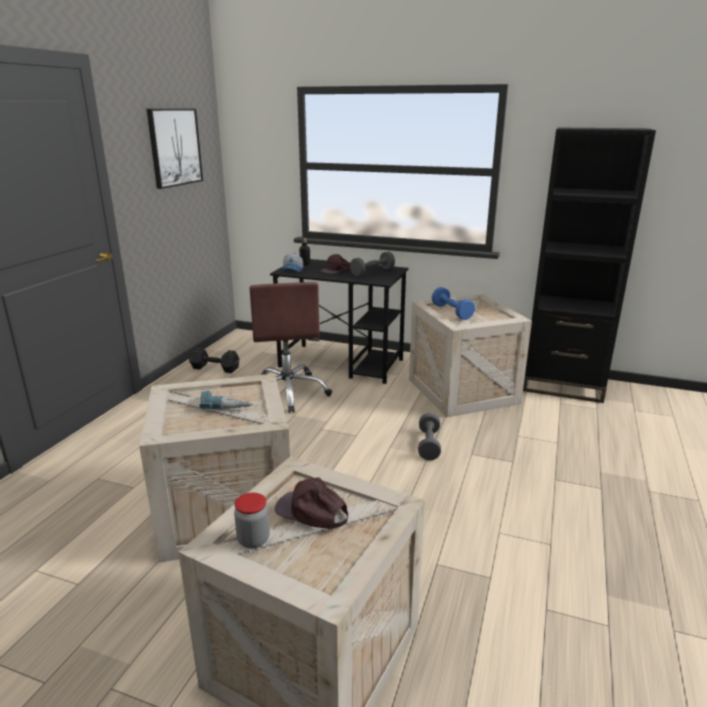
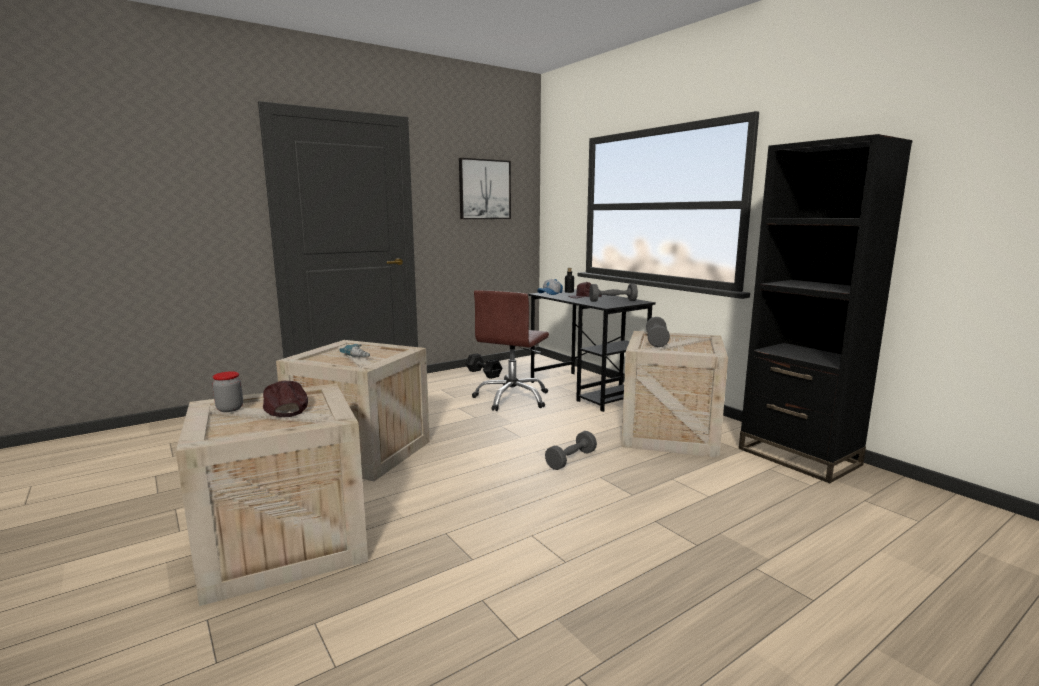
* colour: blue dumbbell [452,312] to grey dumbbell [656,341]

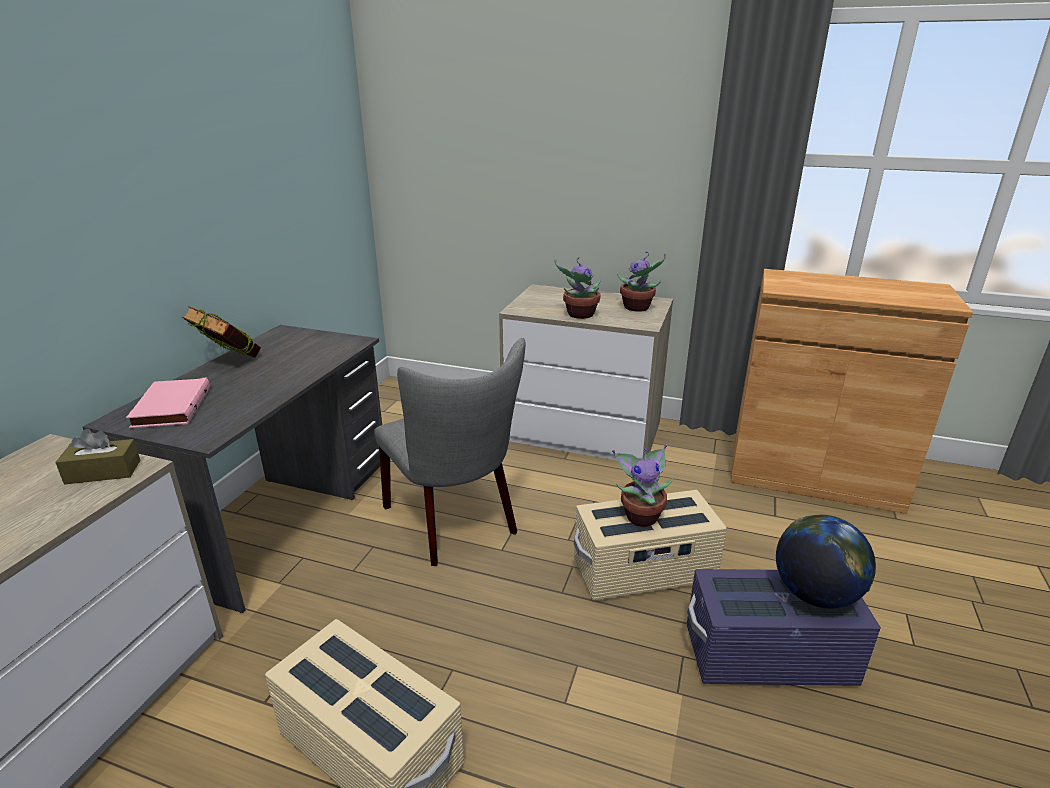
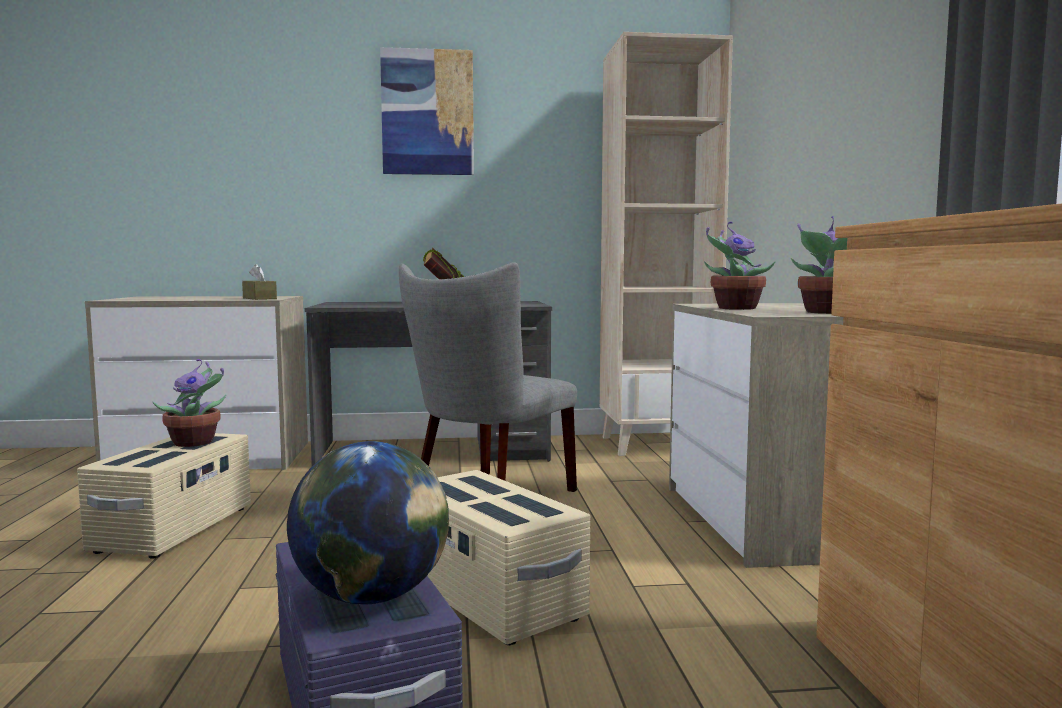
* missing: pink book [170,407]
* relocated: potted plant [641,515] to [196,443]
* appeared: picture [427,112]
* appeared: beige bookcase [657,444]

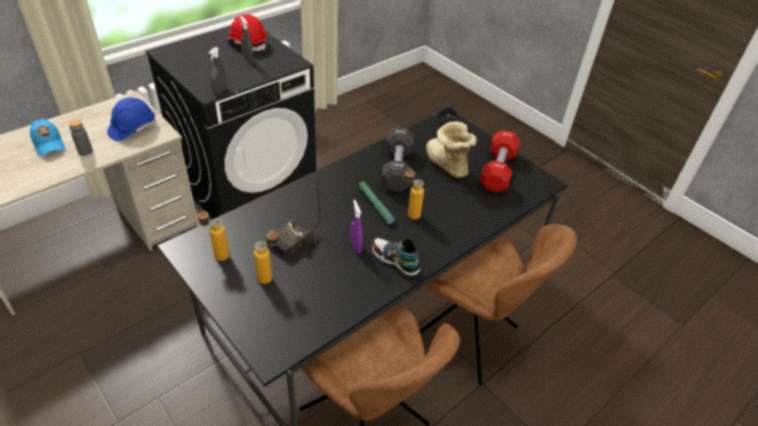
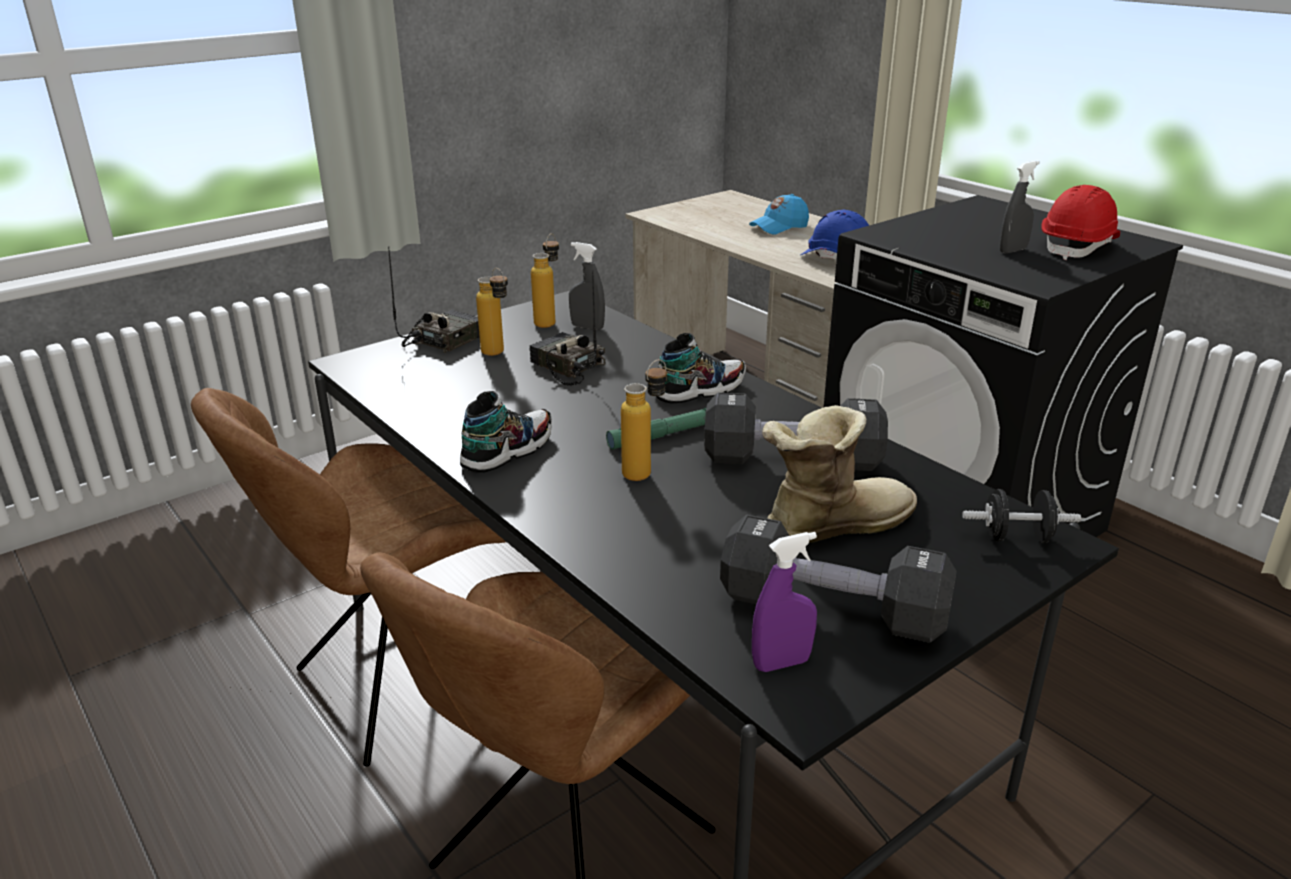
* missing: grey bottle [85,151]
* relocated: grey spray bottle [220,91] to [587,327]
* relocated: purple spray bottle [355,246] to [781,663]
* colour: red dumbbell [497,171] to black dumbbell [832,610]
* appeared: radio [443,340]
* appeared: shoe [699,390]

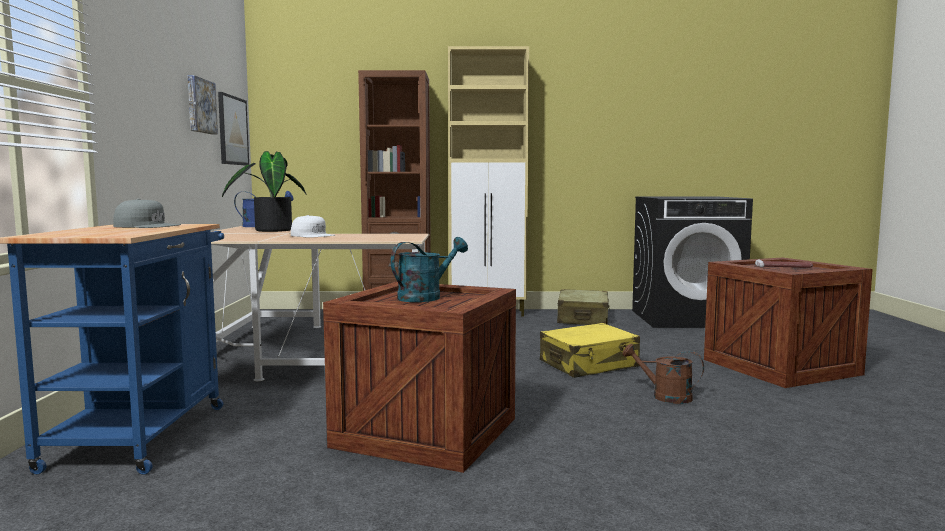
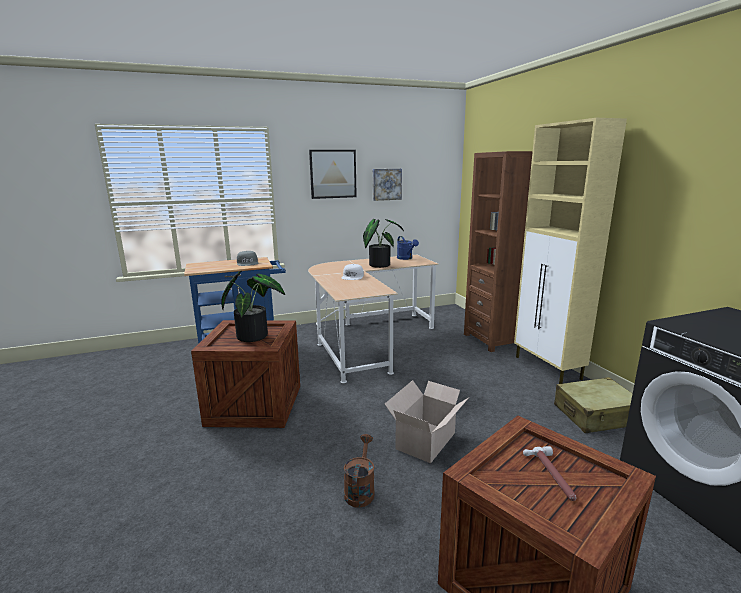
* relocated: picture [232,130] to [333,174]
* exchanged: turquoise watering can [426,297] to potted plant [255,335]
* exchanged: yellow suitcase [589,364] to cardboard box [427,440]

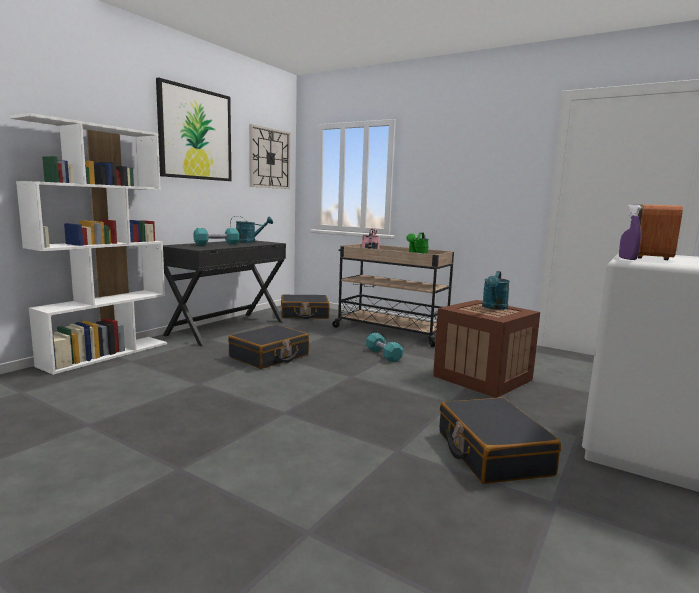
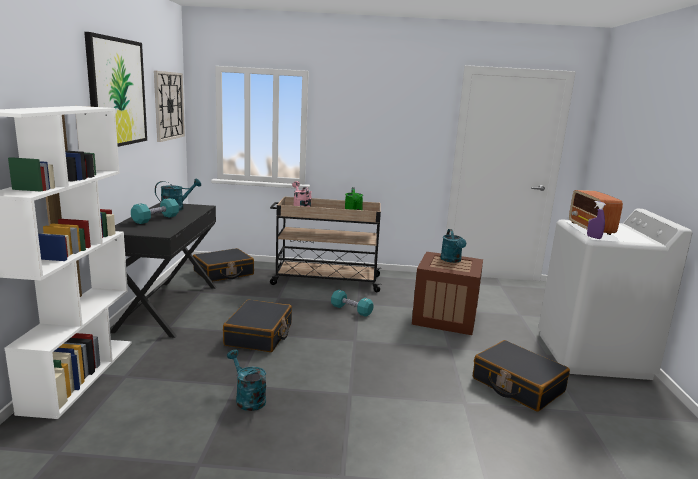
* appeared: turquoise watering can [247,398]

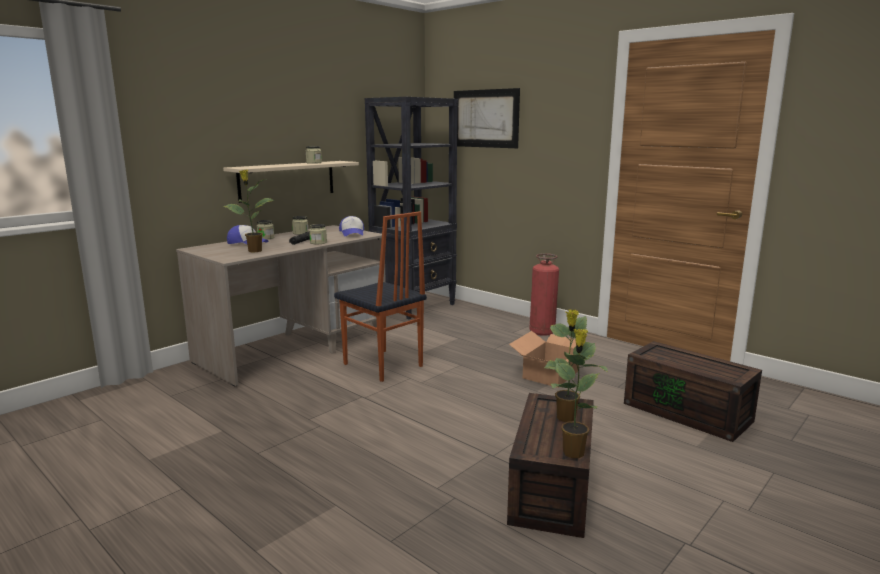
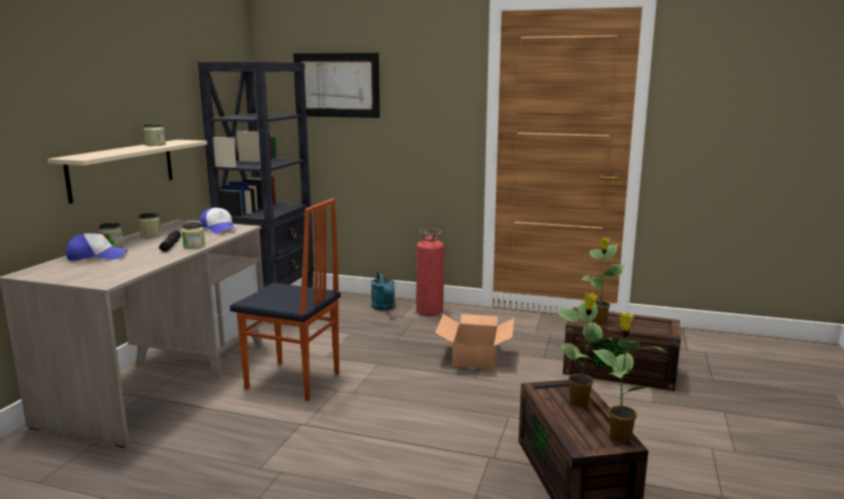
* relocated: potted plant [254,251] to [599,322]
* appeared: turquoise watering can [384,308]

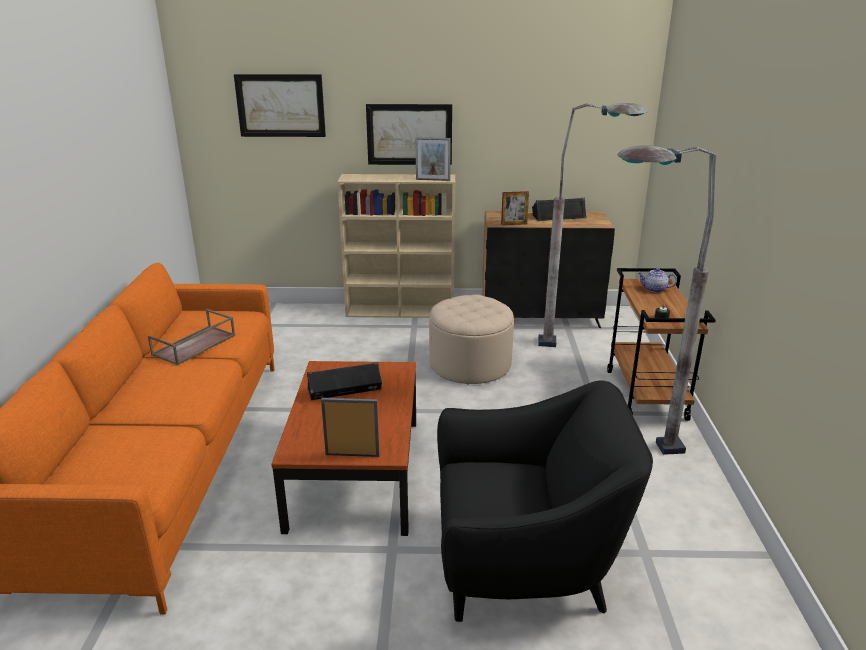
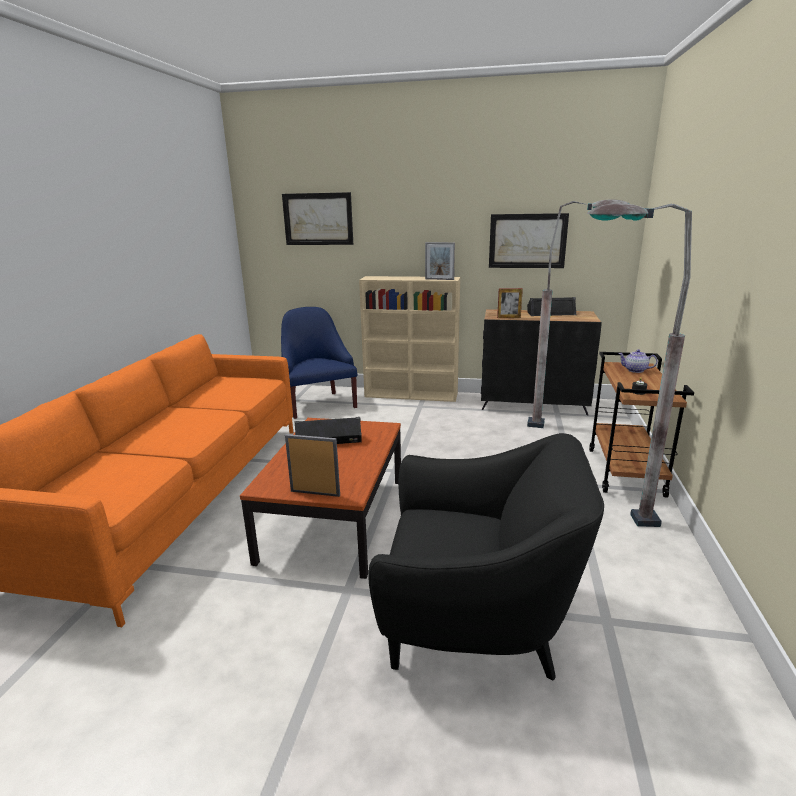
* missing: brown tray [194,345]
* relocated: picture [409,134] to [527,241]
* missing: beige ottoman [470,364]
* appeared: blue armchair [319,404]

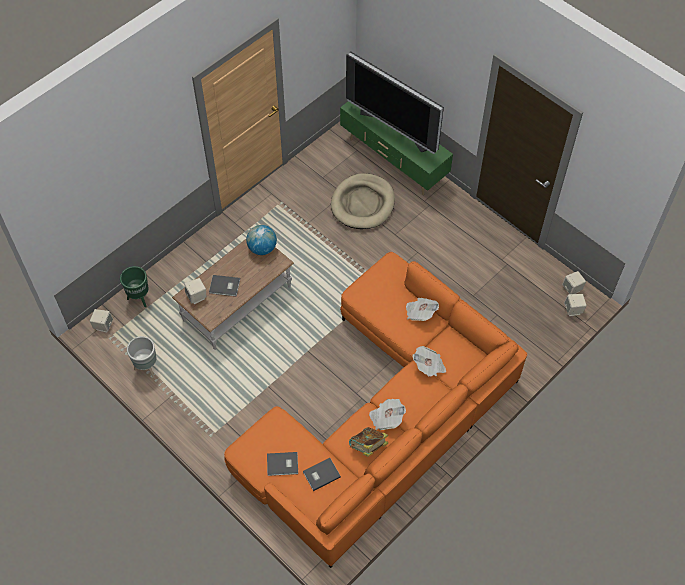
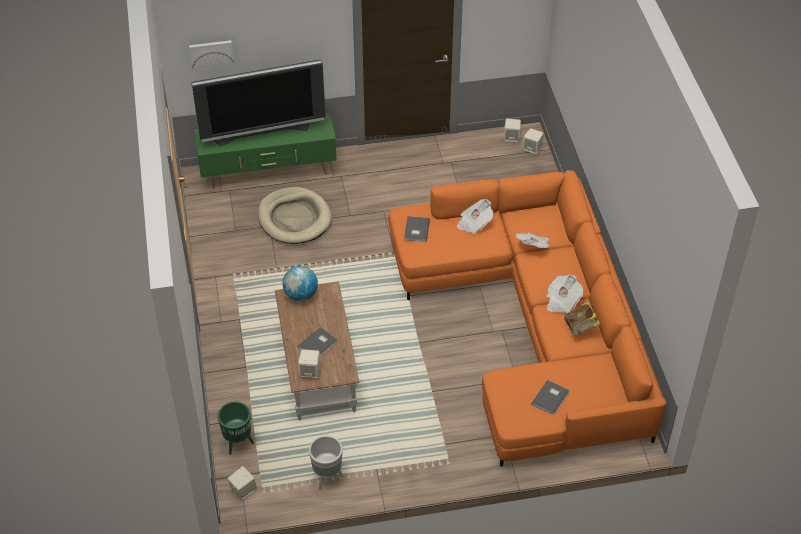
* relocated: grey book [320,474] to [416,230]
* appeared: picture [211,53]

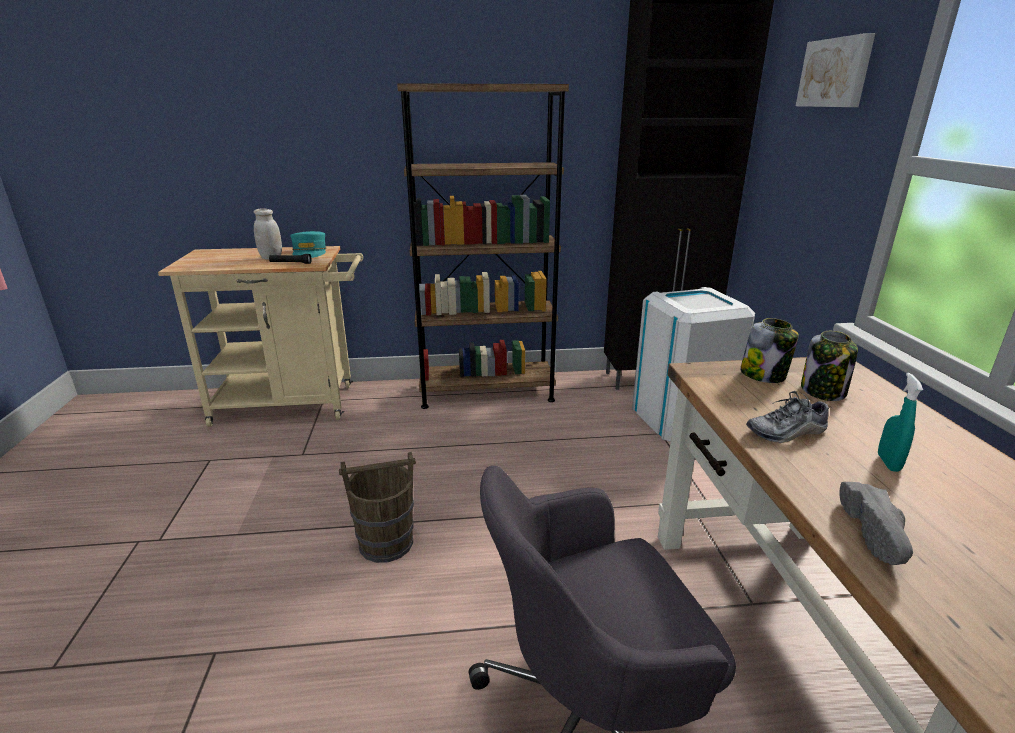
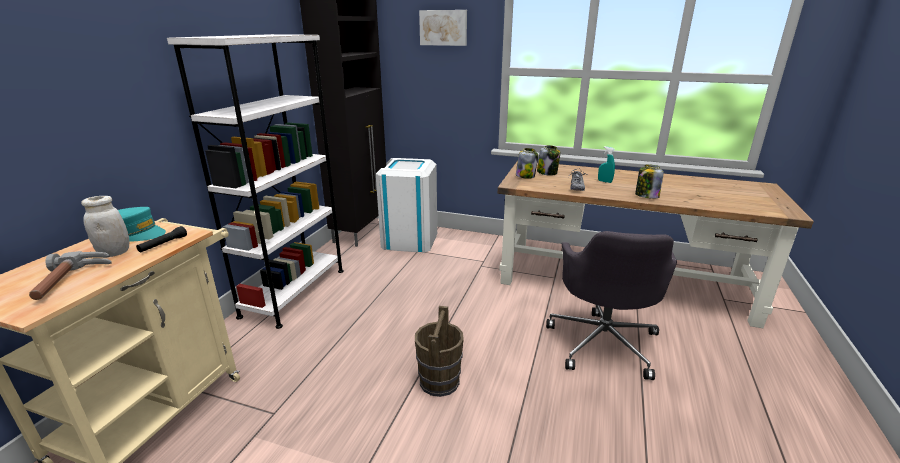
* colour: brown bookcase [486,391] to white bookcase [294,292]
* exchanged: grey shoe [879,536] to jar [646,196]
* appeared: hammer [71,281]

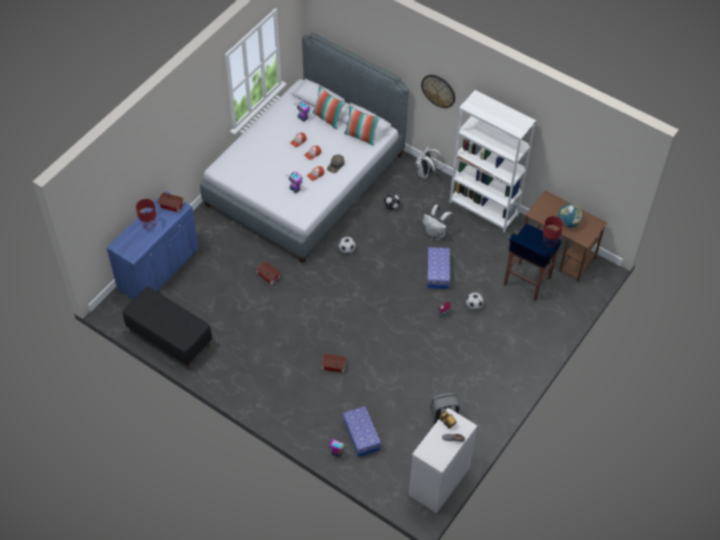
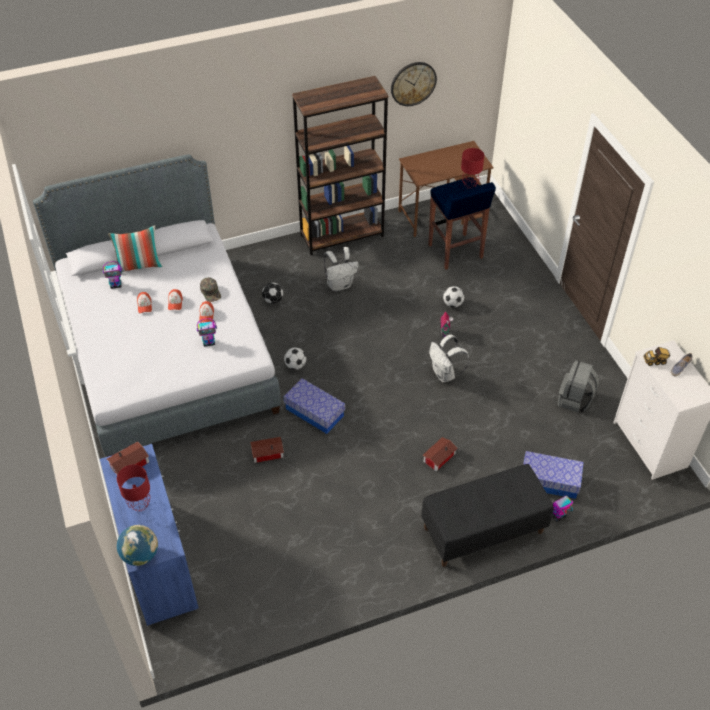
* relocated: black bench [169,338] to [483,531]
* missing: pillow [361,136]
* relocated: white backpack [425,174] to [445,374]
* relocated: wall clock [438,90] to [413,83]
* relocated: storage box [438,272] to [314,412]
* colour: white bookcase [483,209] to brown bookcase [342,235]
* relocated: globe [568,223] to [140,555]

